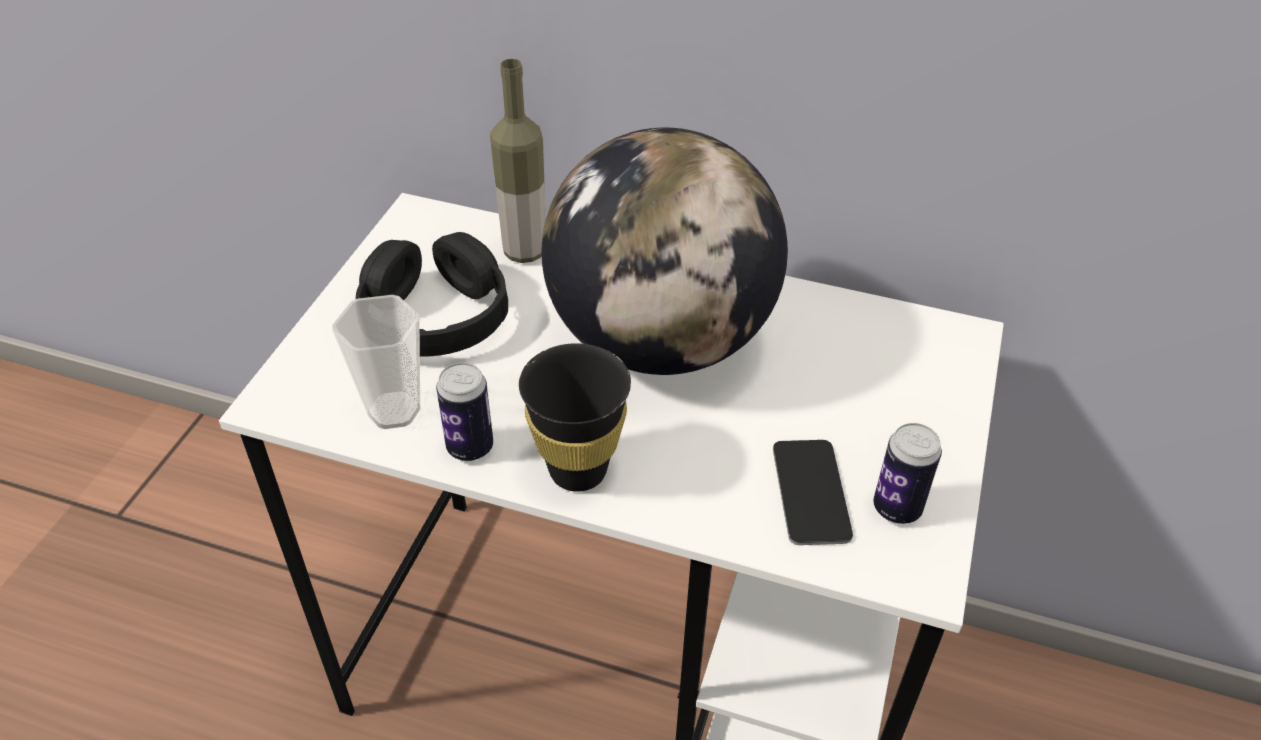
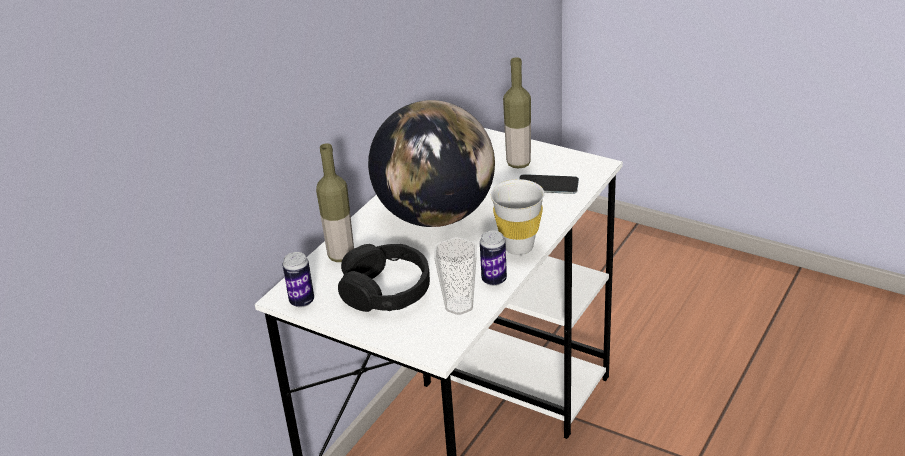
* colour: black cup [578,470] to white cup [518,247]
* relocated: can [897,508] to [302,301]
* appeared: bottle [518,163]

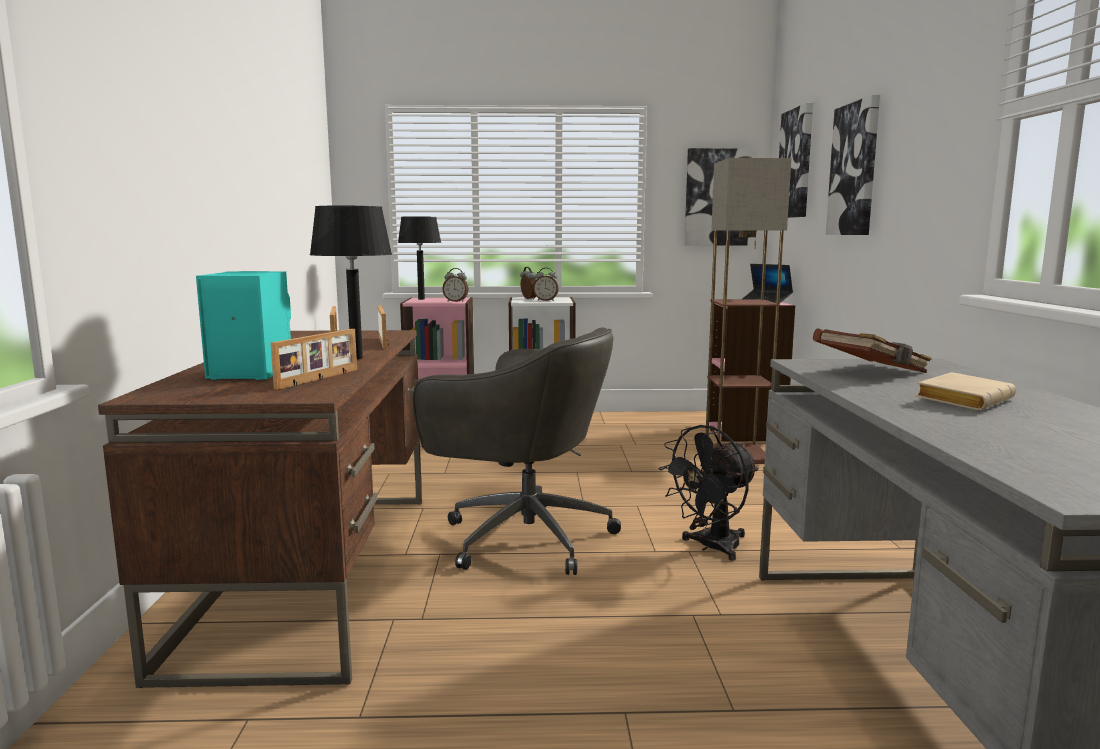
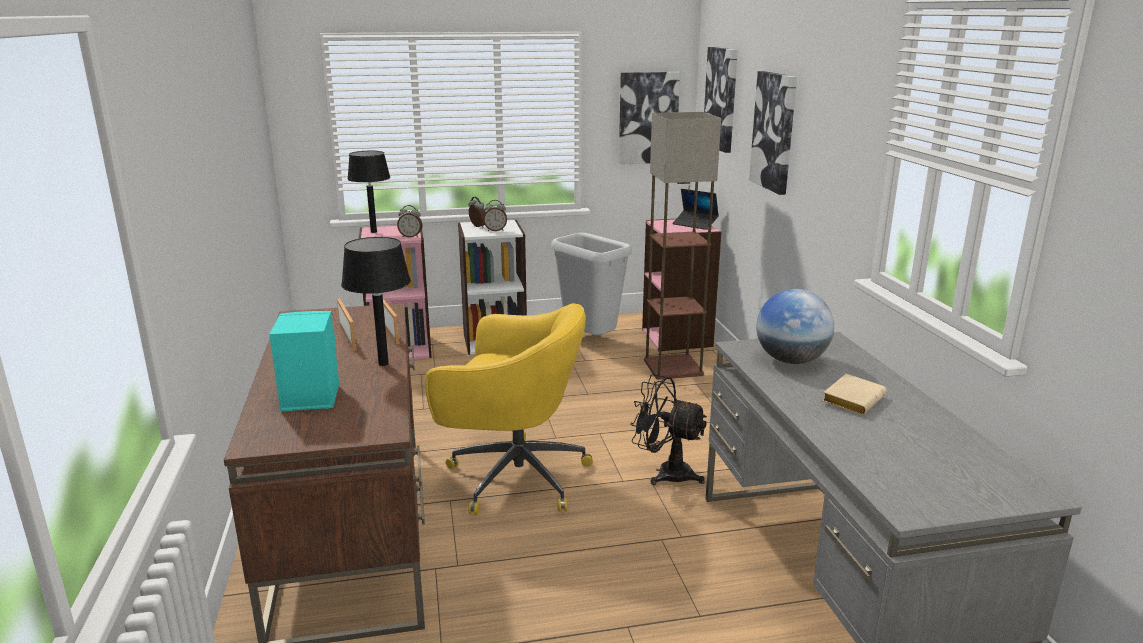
* missing: picture frame [319,379]
* colour: grey office chair [522,537] to yellow office chair [513,476]
* spun: black fan [711,547] = [665,473] 75 degrees clockwise
* exchanged: brown book [872,372] to globe [791,360]
* appeared: grey trash can [591,340]

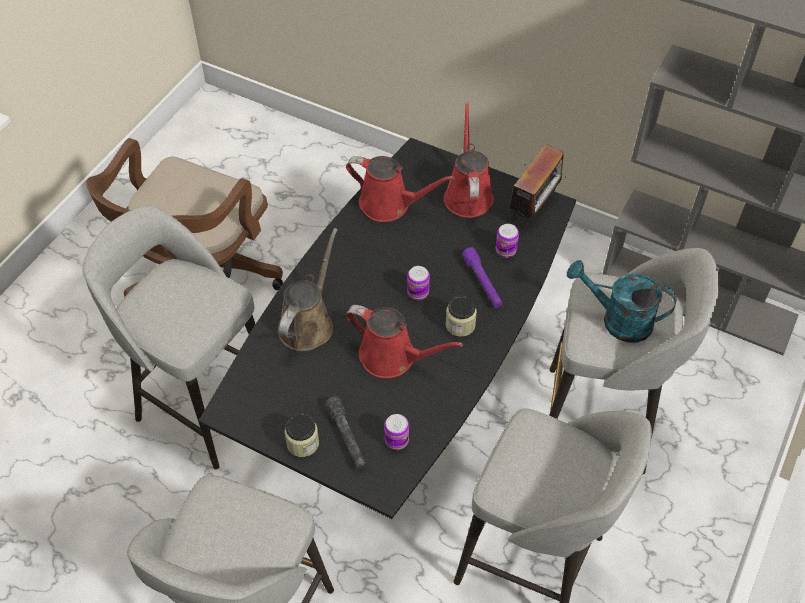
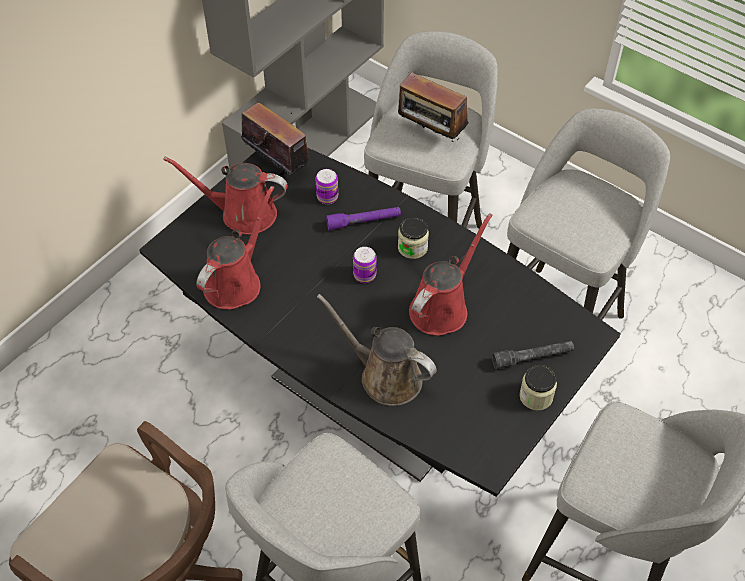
* missing: can [396,440]
* exchanged: turquoise watering can [617,320] to radio [431,134]

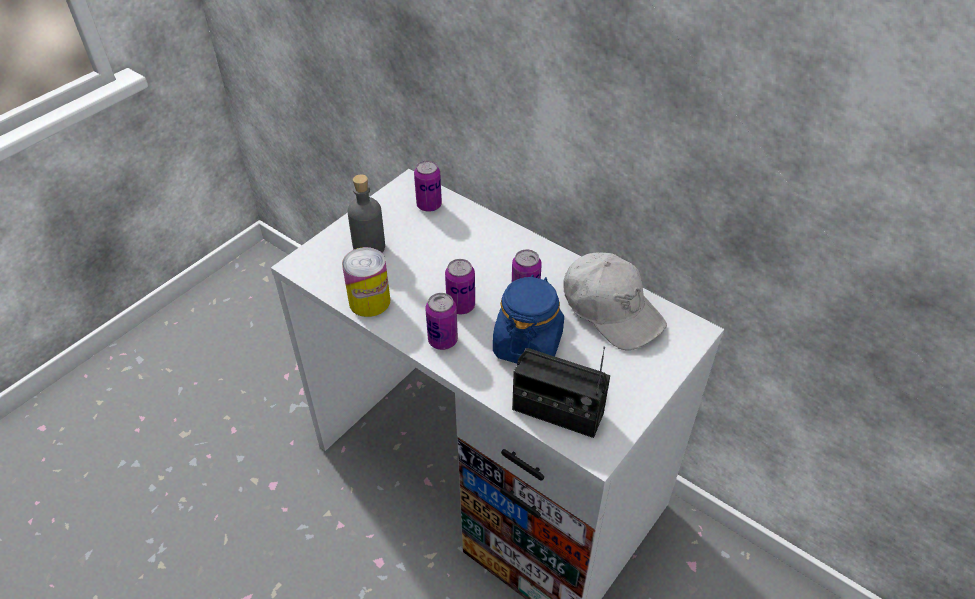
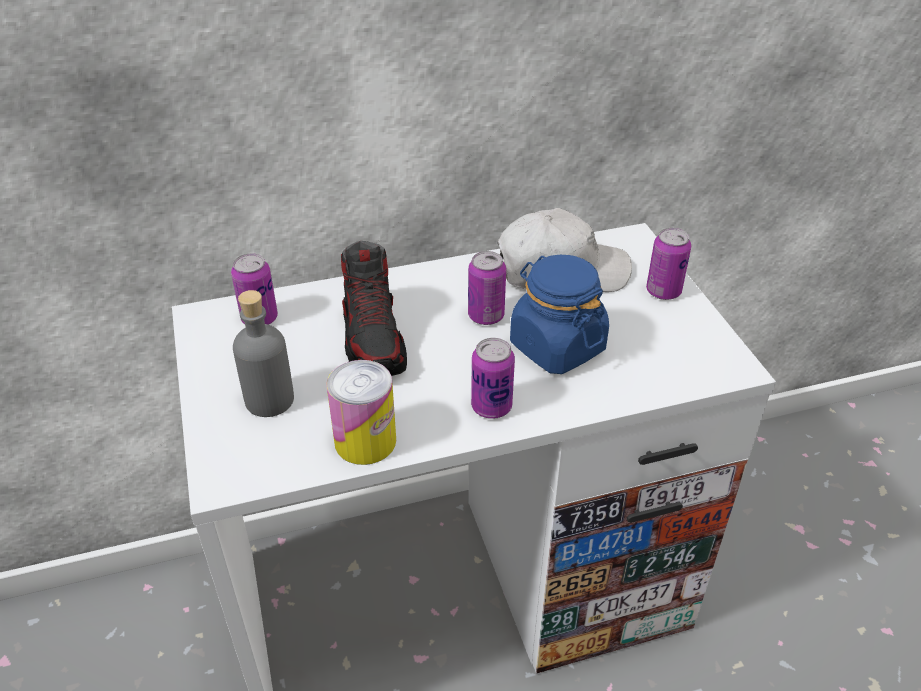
* relocated: can [461,306] to [663,291]
* missing: radio [557,412]
* appeared: shoe [373,338]

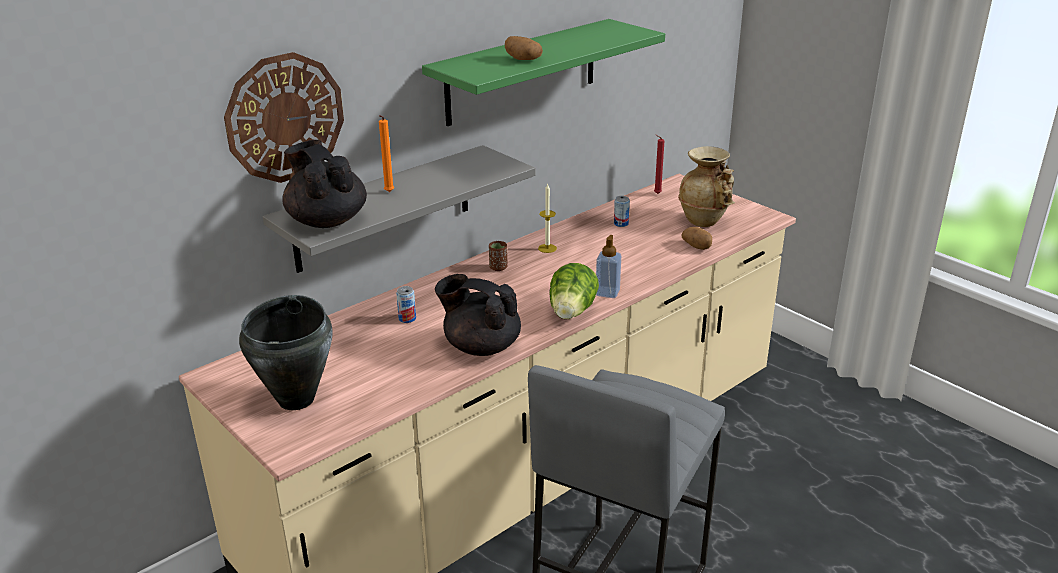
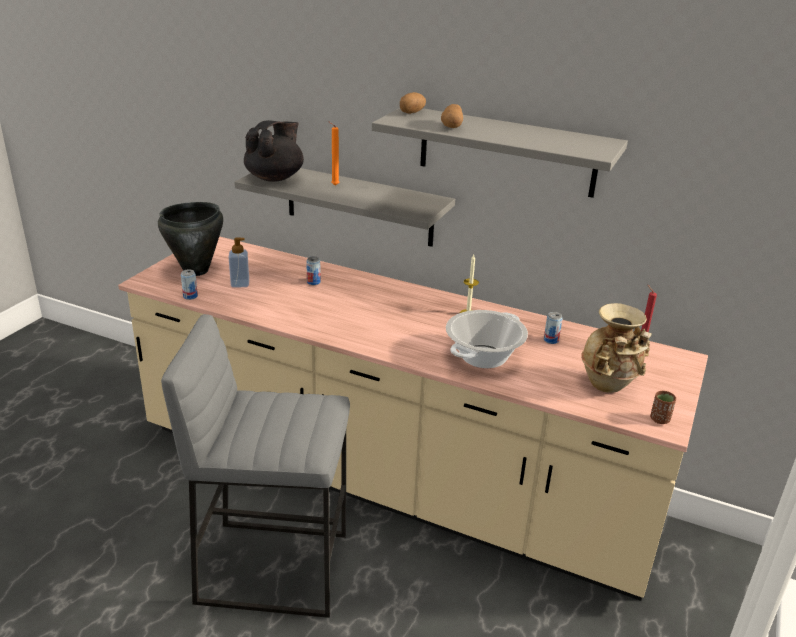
* missing: wall clock [285,118]
* colour: green shelf [522,72] to grey shelf [506,151]
* missing: black teapot [481,346]
* relocated: brown cup [498,268] to [660,419]
* missing: lettuce [572,313]
* relocated: soap dispenser [607,292] to [240,284]
* relocated: potato [697,247] to [411,112]
* appeared: can [190,296]
* appeared: cooking pot [483,357]

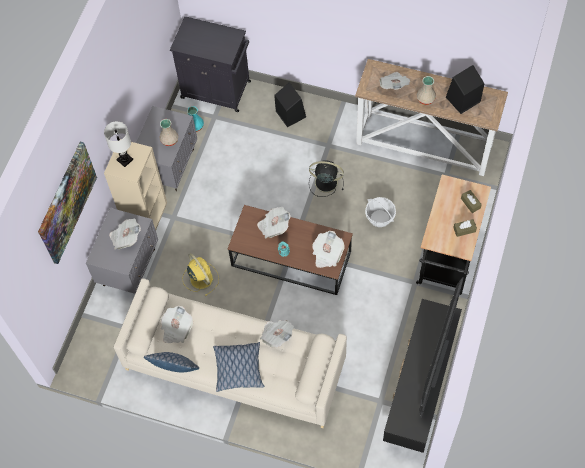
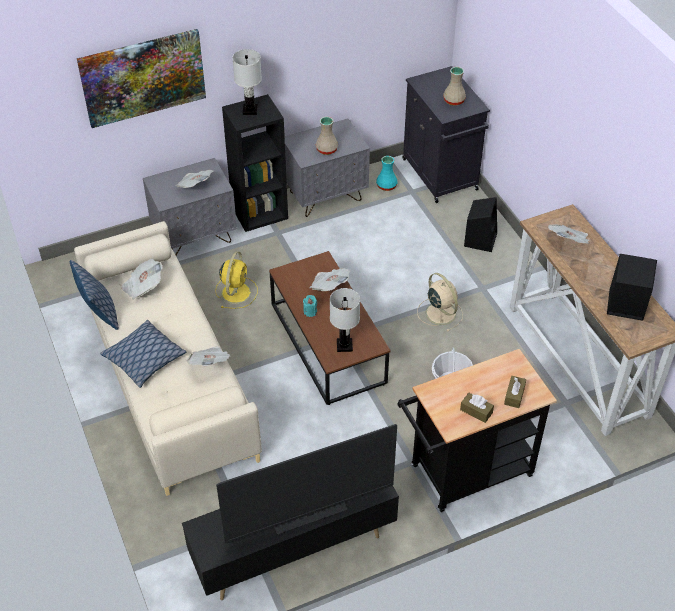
* colour: beige bookcase [145,214] to black bookcase [260,212]
* colour: black fan [325,182] to beige fan [439,312]
* exchanged: newspaper [327,254] to white table lamp [344,346]
* relocated: beige vase [426,99] to [454,101]

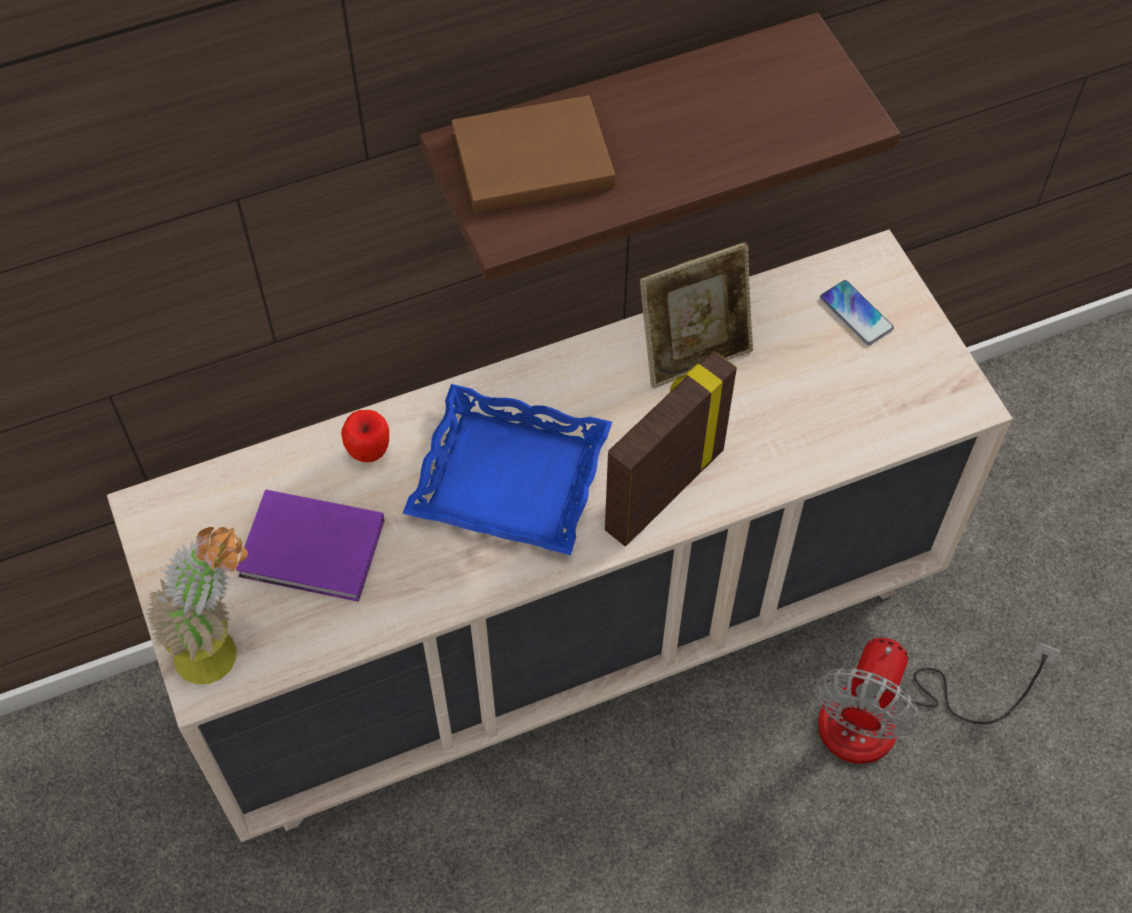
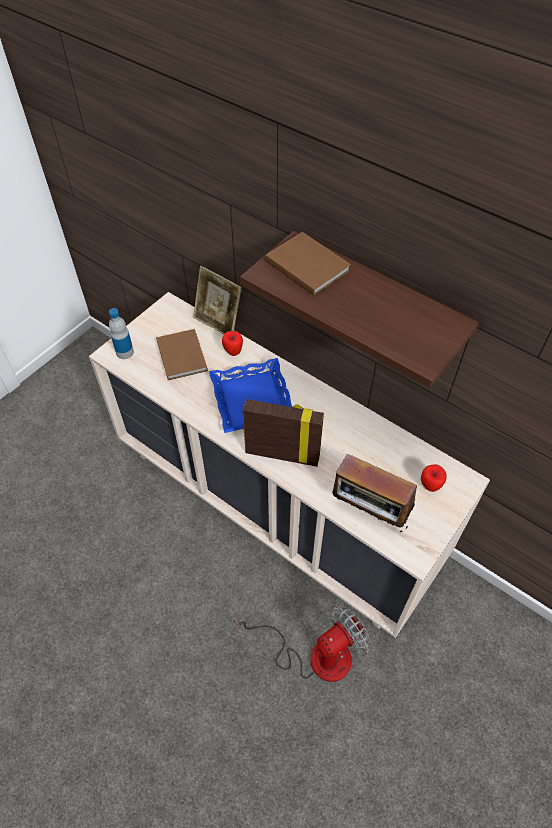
* exchanged: potted plant [222,651] to bottle [125,352]
* colour: purple book [315,551] to brown book [181,357]
* relocated: picture frame [694,353] to [218,322]
* spun: fan [887,719] = [315,655] 150 degrees clockwise
* exchanged: phone [856,313] to apple [430,486]
* appeared: radio [369,512]

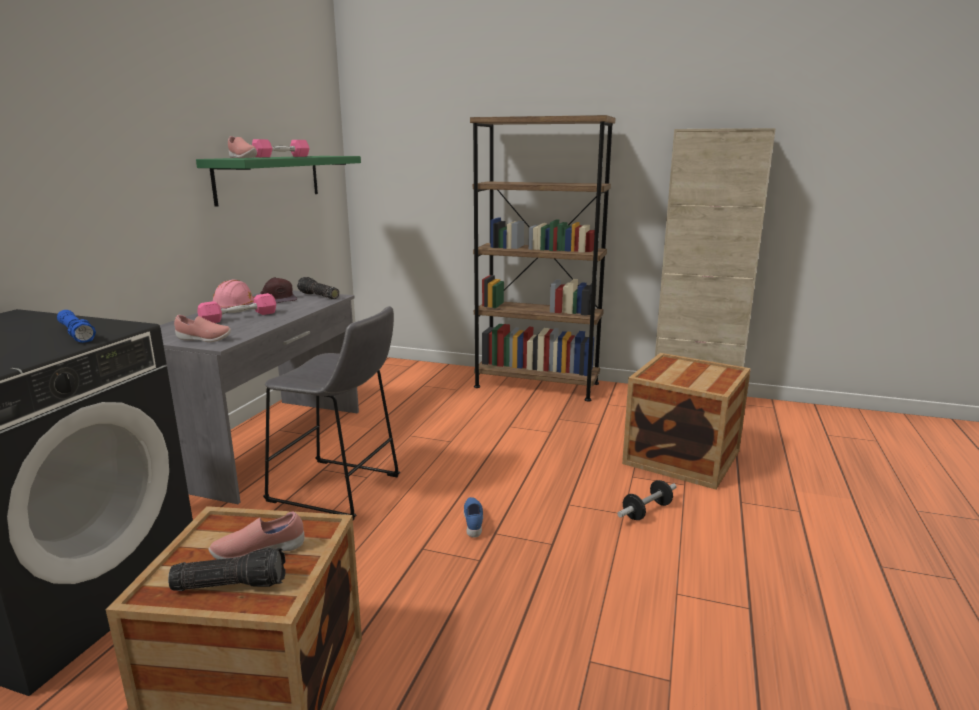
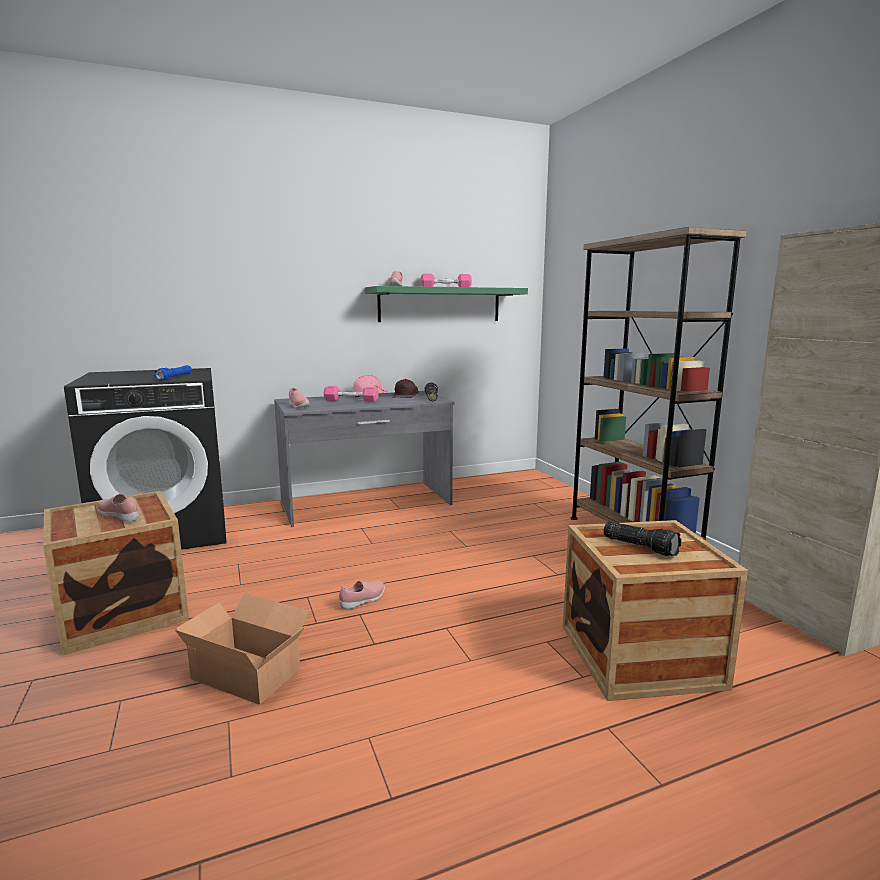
* relocated: flashlight [232,583] to [641,546]
* missing: grey stool [340,490]
* colour: blue shoe [474,523] to pink shoe [363,601]
* missing: dumbbell [647,511]
* appeared: cardboard box [247,671]

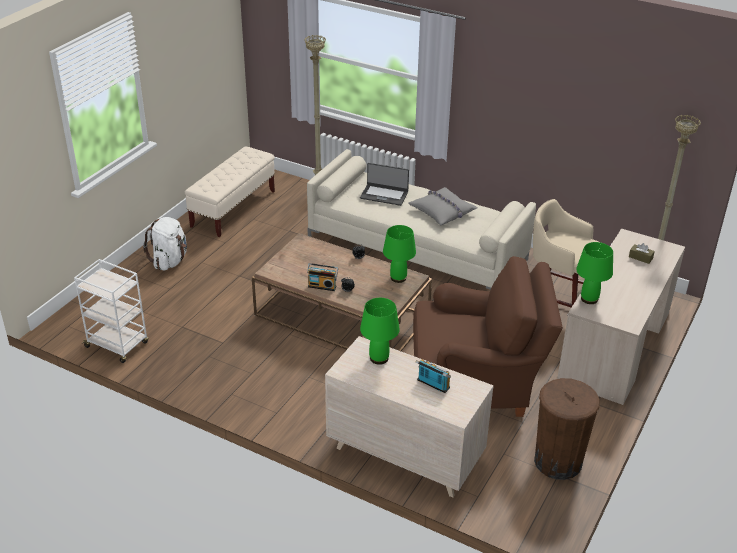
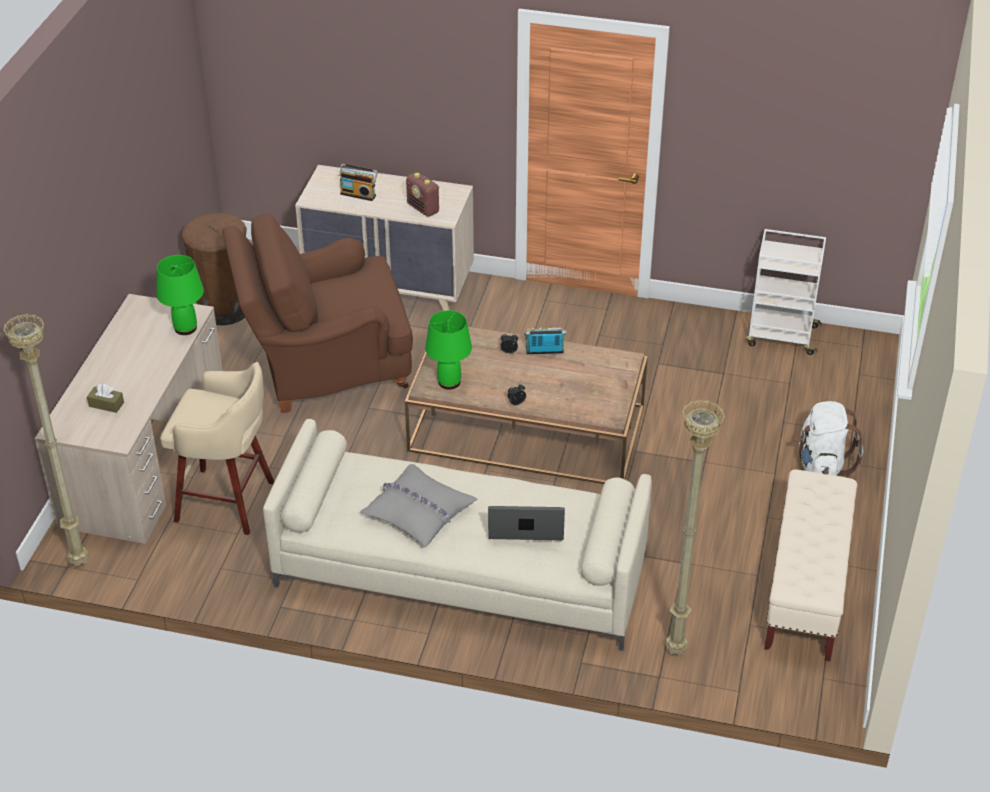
* exchanged: green table lamp [378,358] to radio [423,208]

